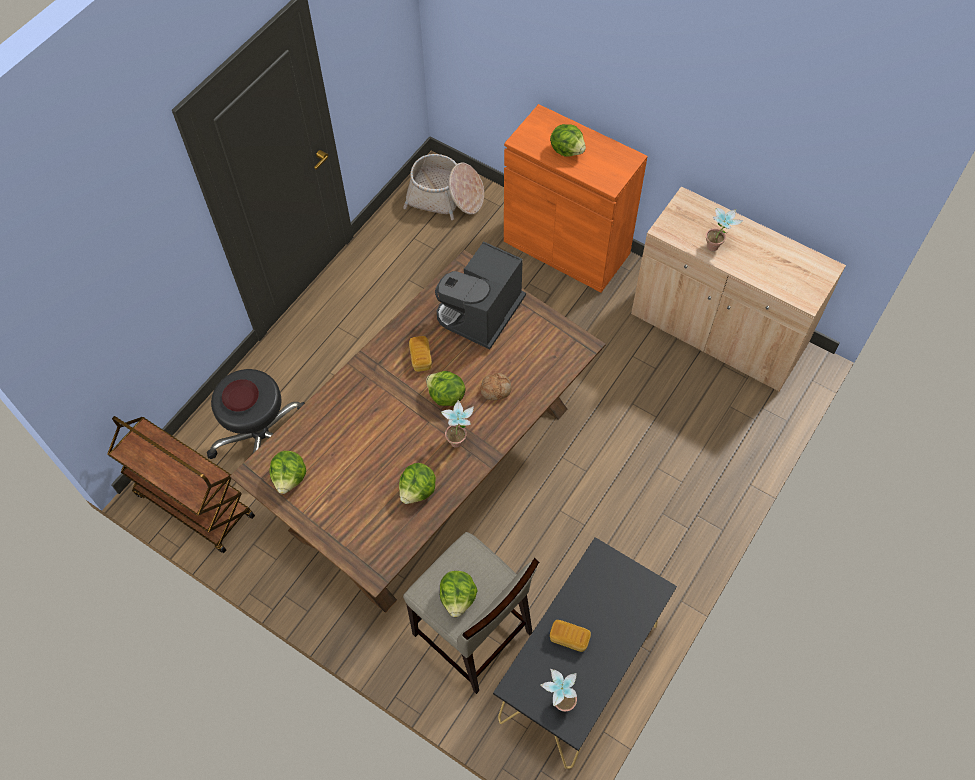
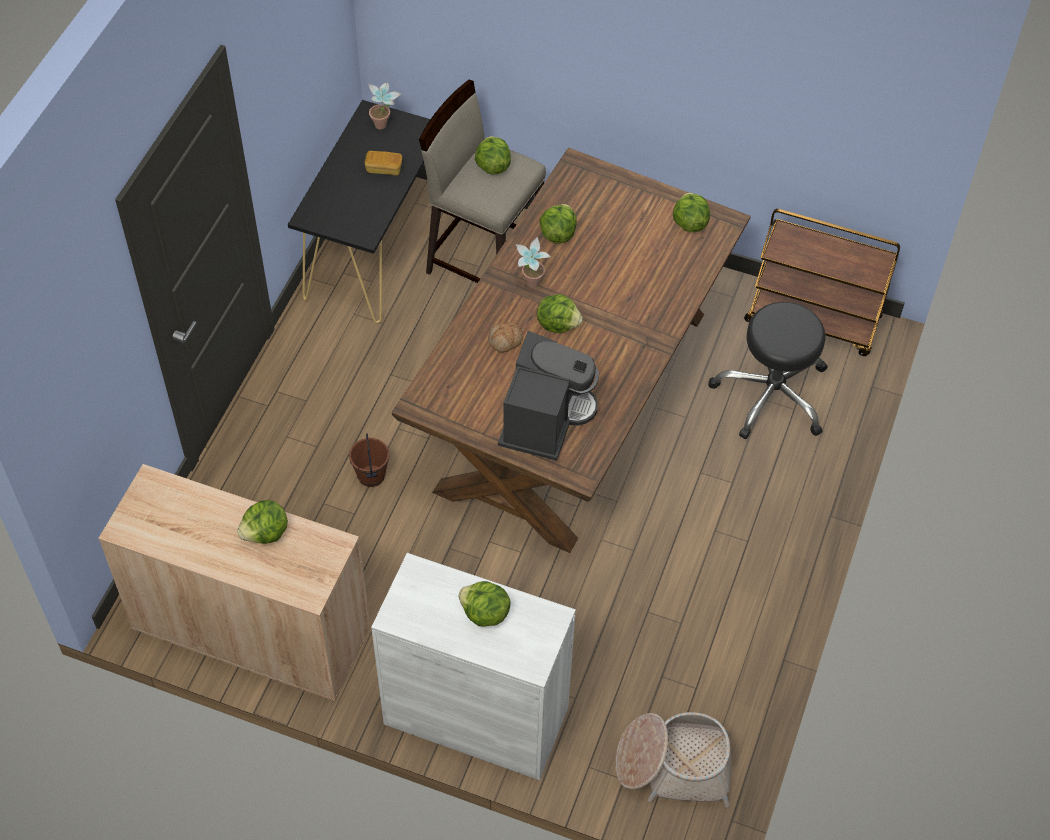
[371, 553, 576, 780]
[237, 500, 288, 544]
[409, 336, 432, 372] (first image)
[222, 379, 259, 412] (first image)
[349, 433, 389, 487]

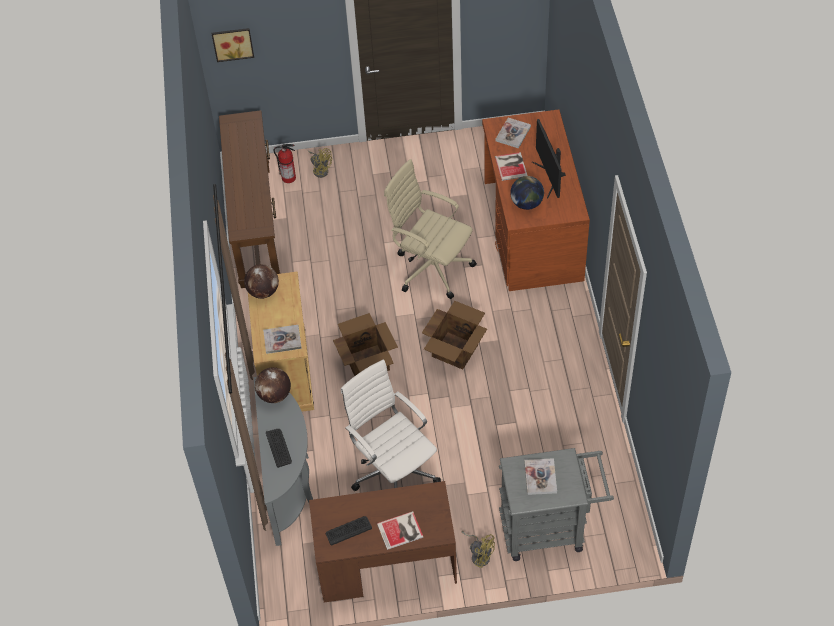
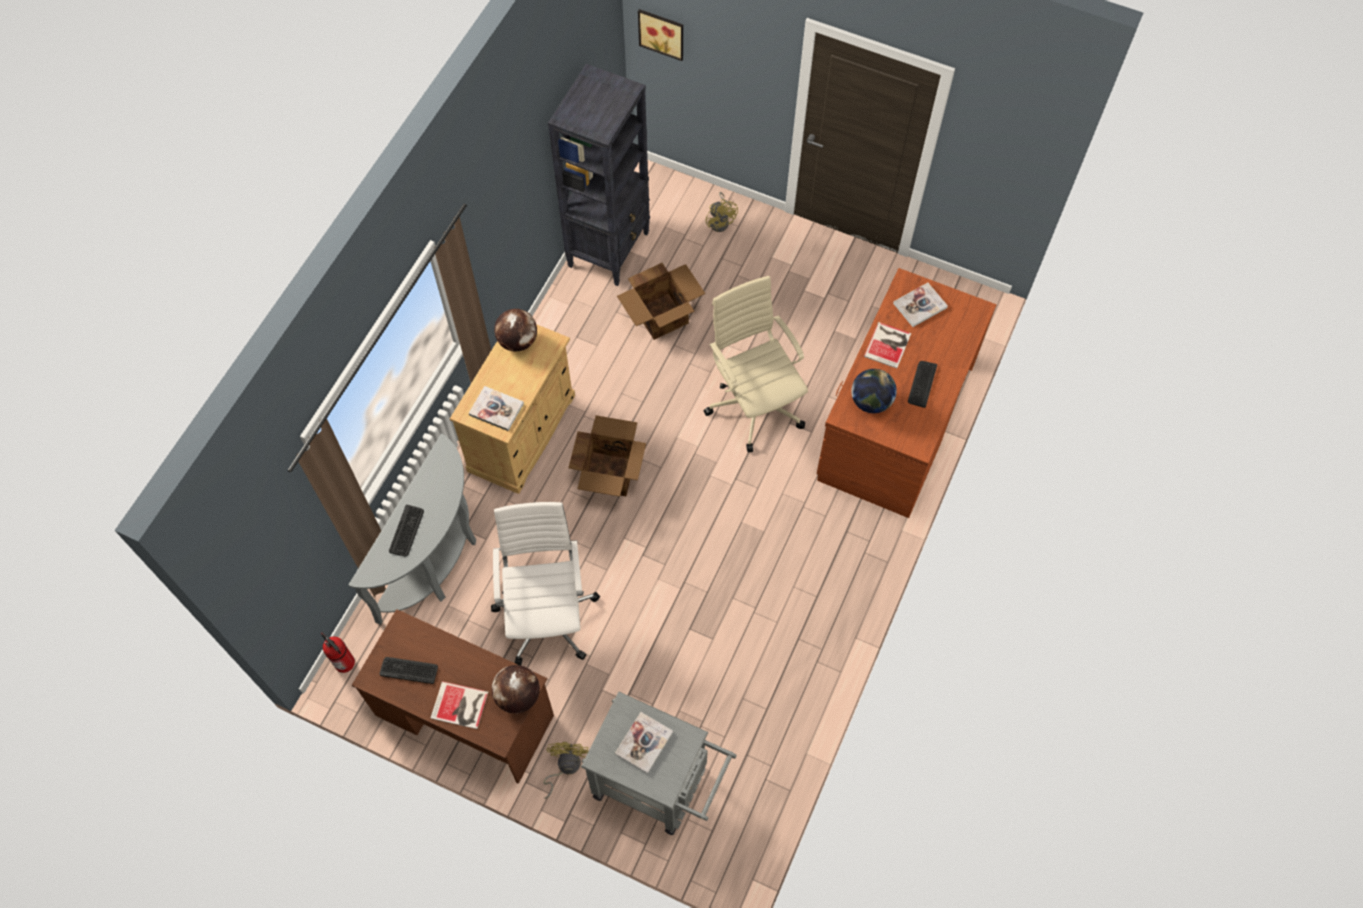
[548, 64, 650, 286]
[908, 361, 937, 408]
[321, 633, 355, 673]
[617, 263, 706, 340]
[492, 665, 540, 714]
[543, 742, 588, 799]

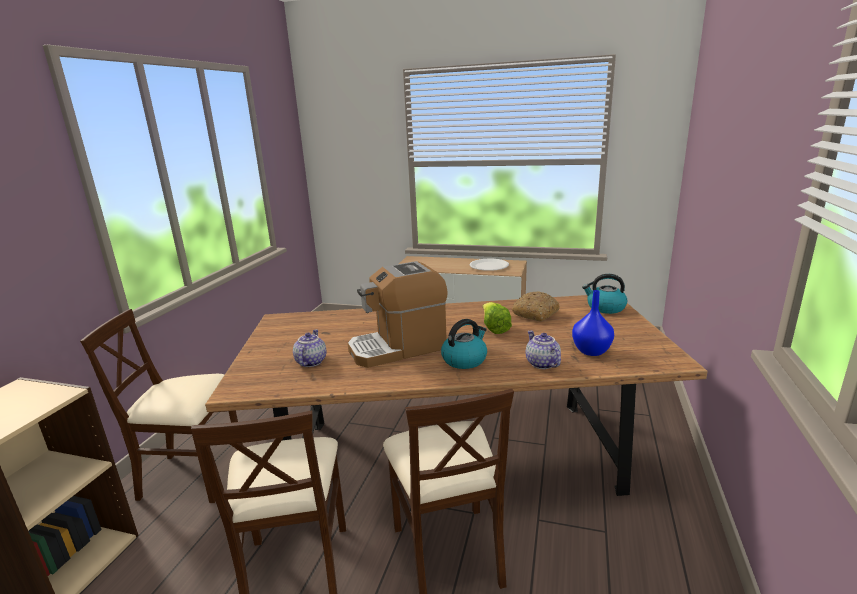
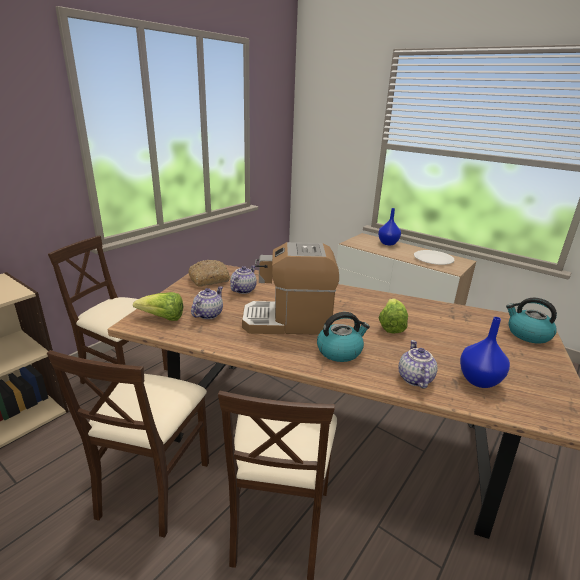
[189, 260, 230, 287]
[378, 208, 401, 245]
[230, 266, 257, 294]
[133, 292, 183, 321]

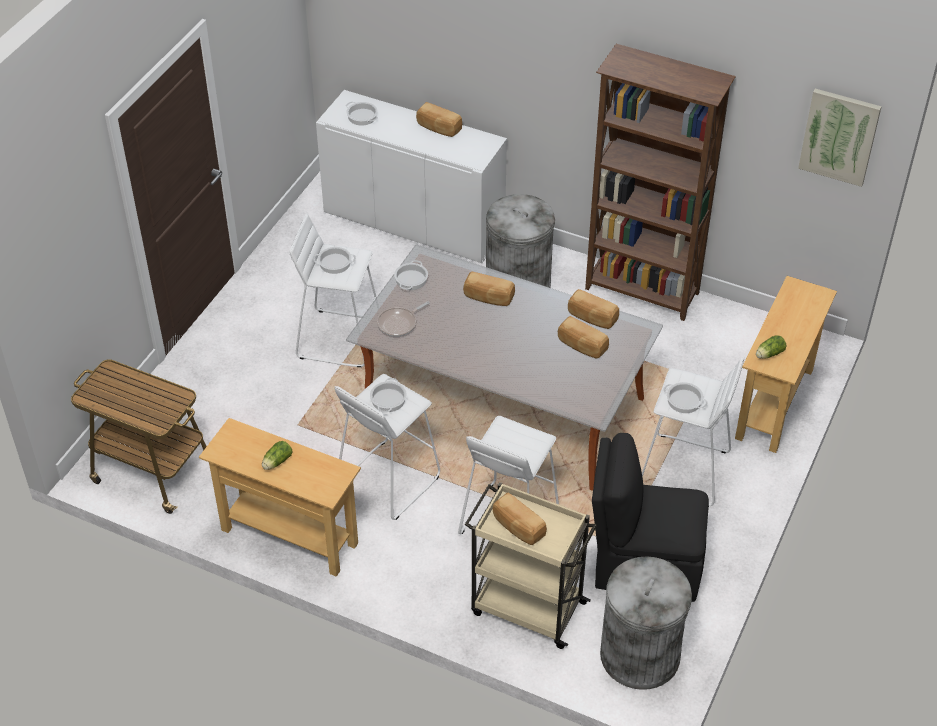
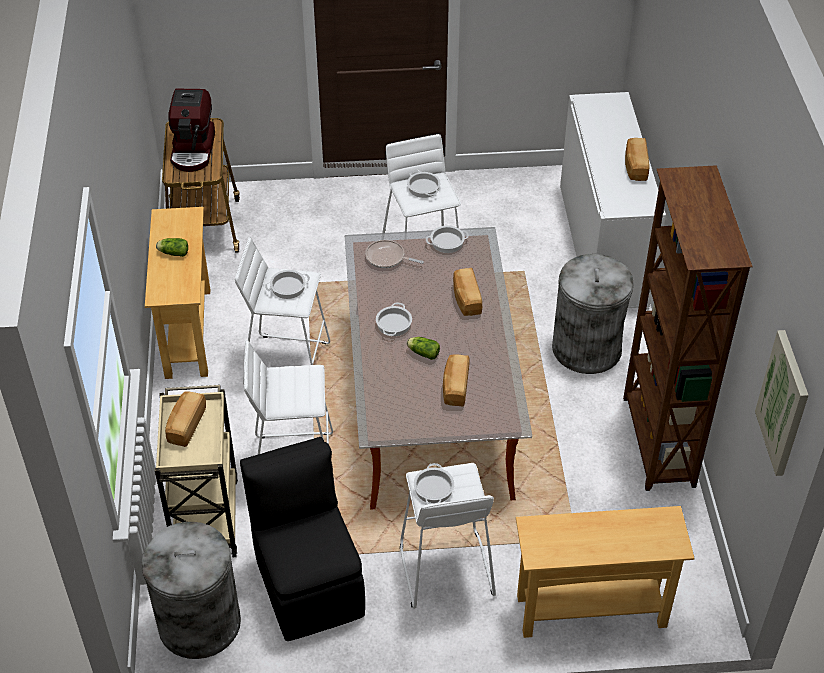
[376, 303, 412, 336]
[568, 289, 619, 329] (first image)
[407, 337, 440, 360]
[168, 89, 215, 172]

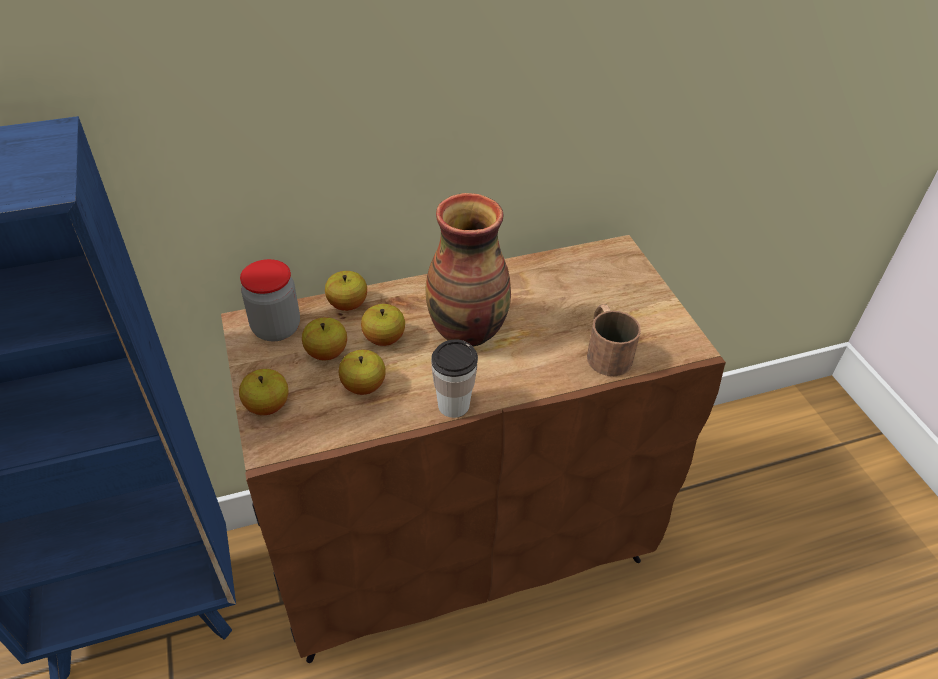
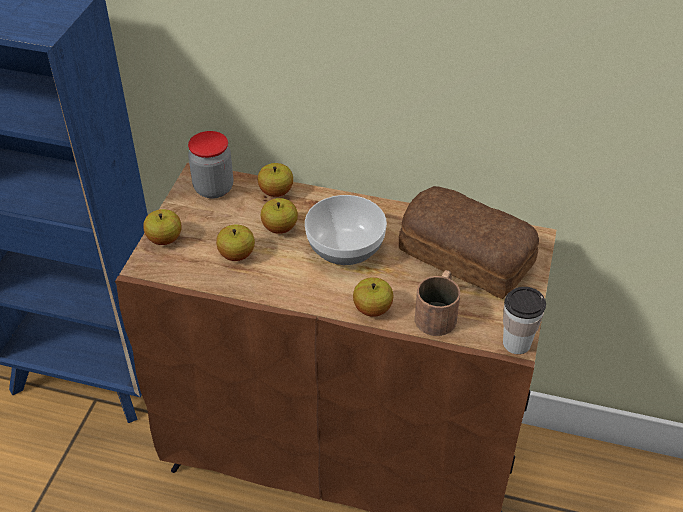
[305, 195, 387, 265]
[353, 277, 393, 317]
[503, 287, 546, 354]
[399, 186, 539, 299]

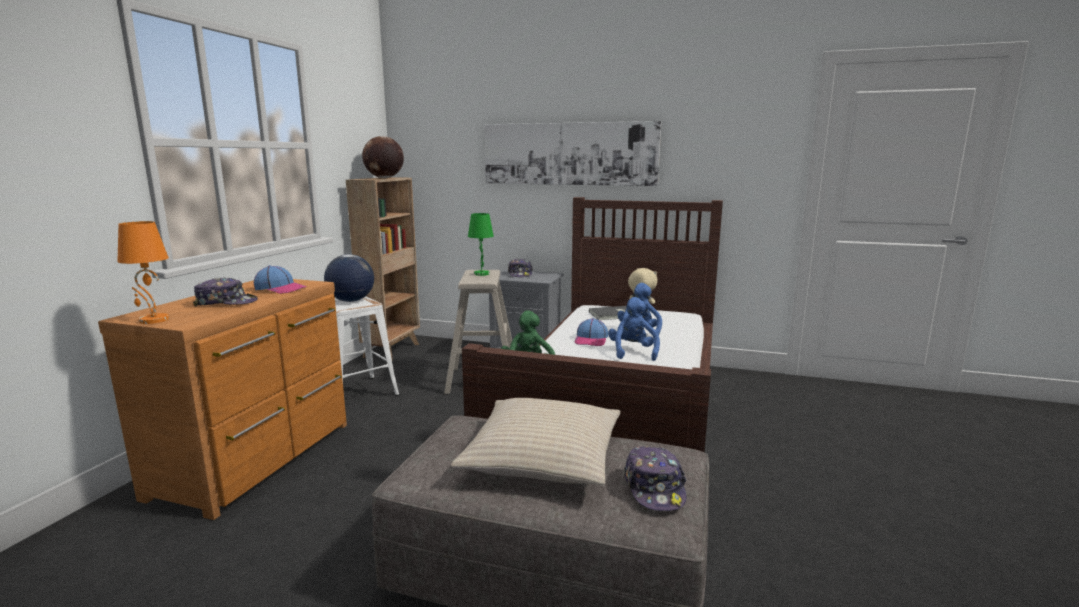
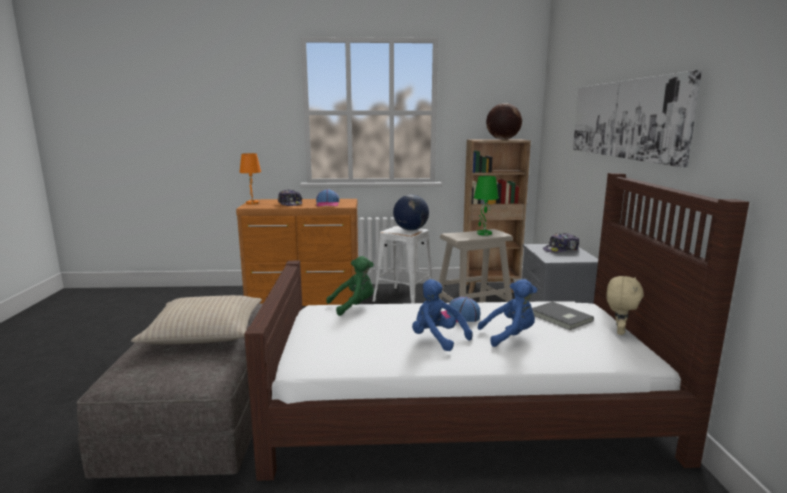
[412, 279, 473, 351]
[624, 446, 687, 511] (first image)

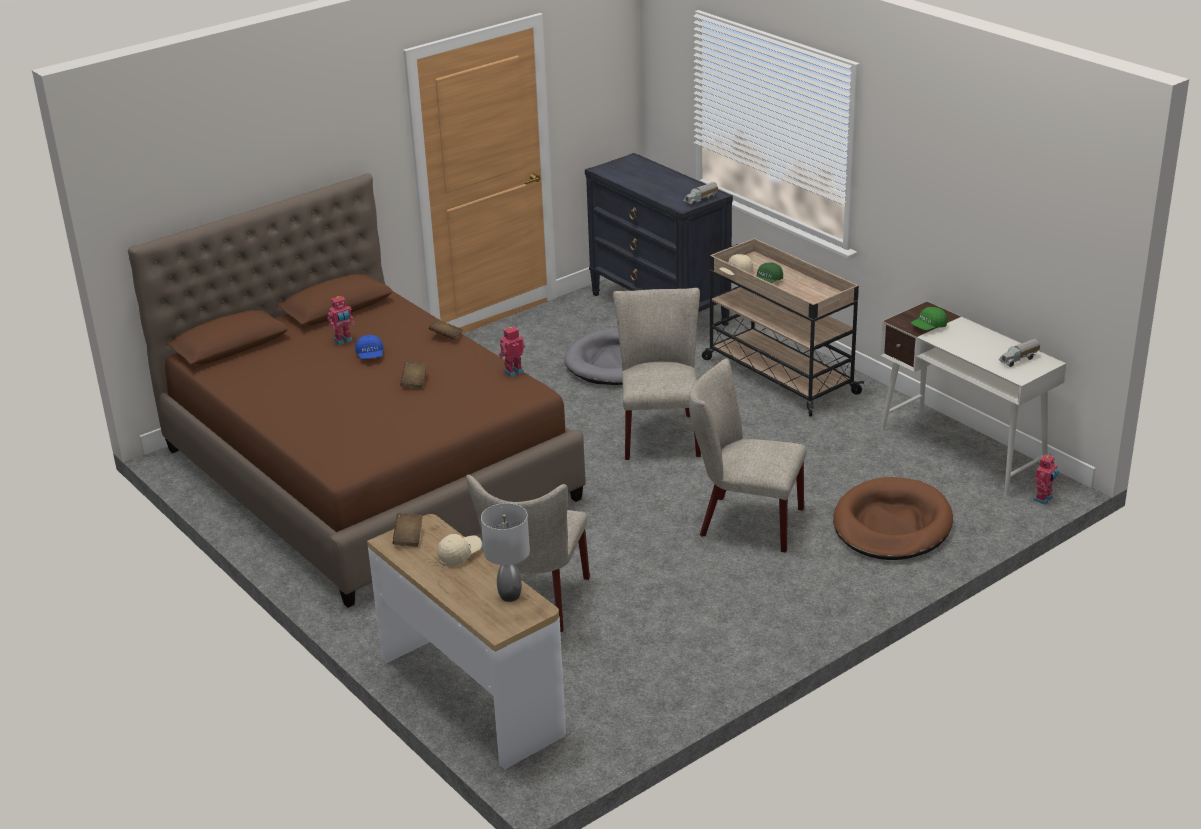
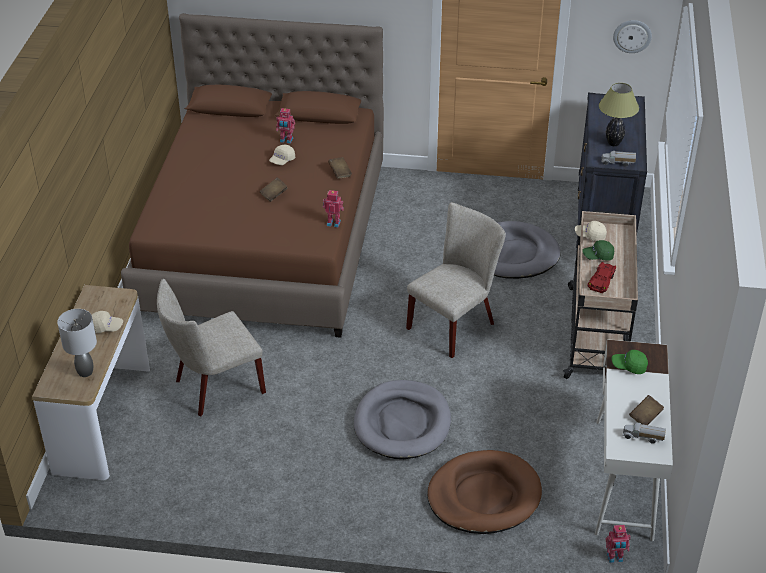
[269, 144, 295, 165]
[354, 380, 451, 459]
[629, 395, 664, 425]
[613, 20, 652, 53]
[599, 83, 639, 146]
[587, 262, 616, 293]

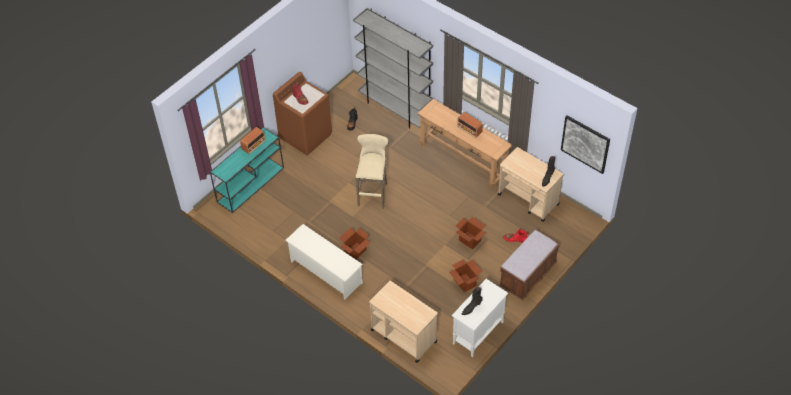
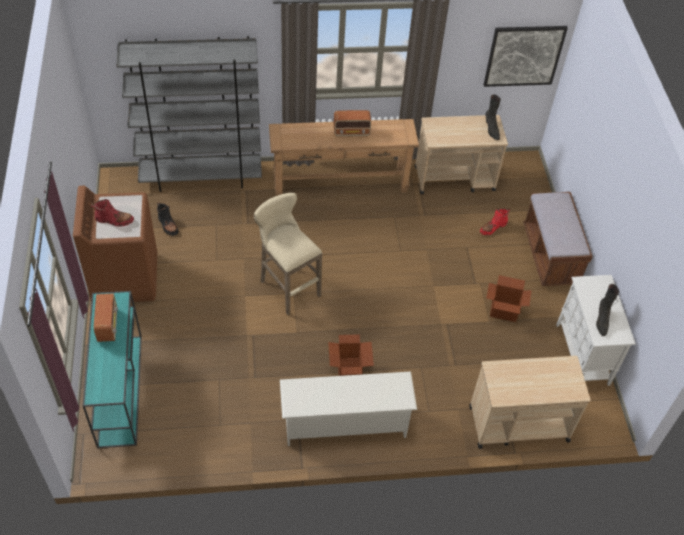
[455, 217, 486, 249] (first image)

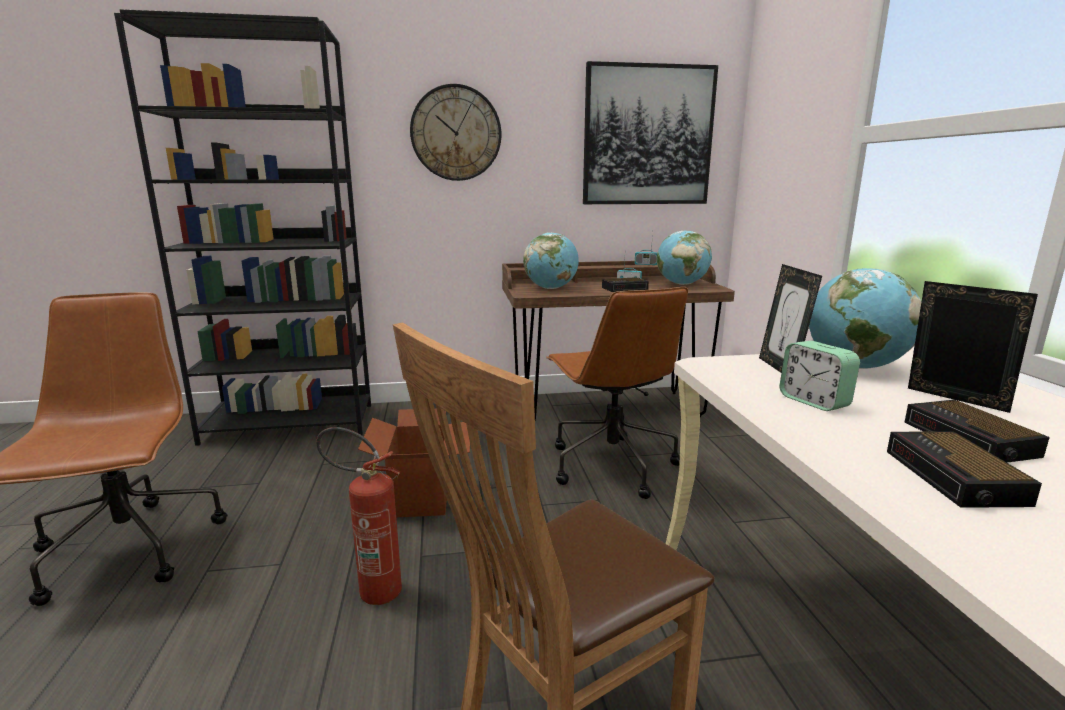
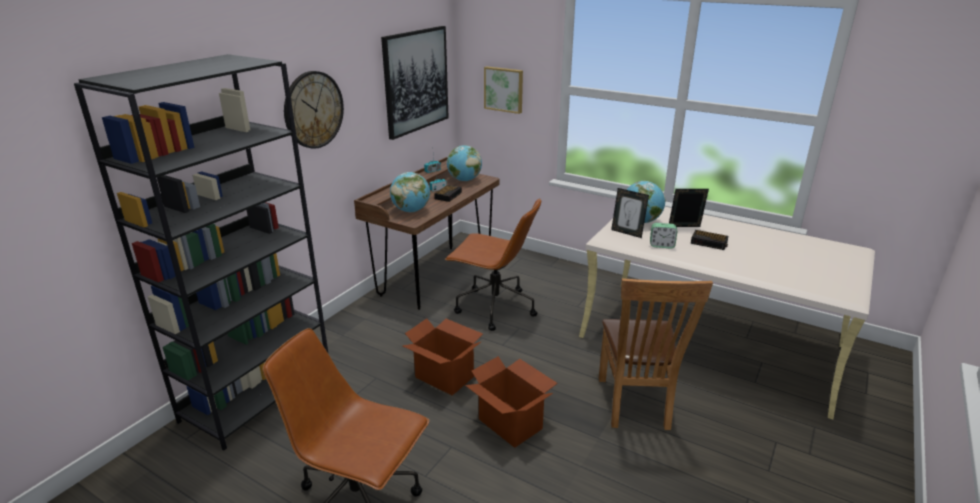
[465, 356, 557, 448]
[887, 431, 1042, 508] (first image)
[484, 66, 523, 114]

